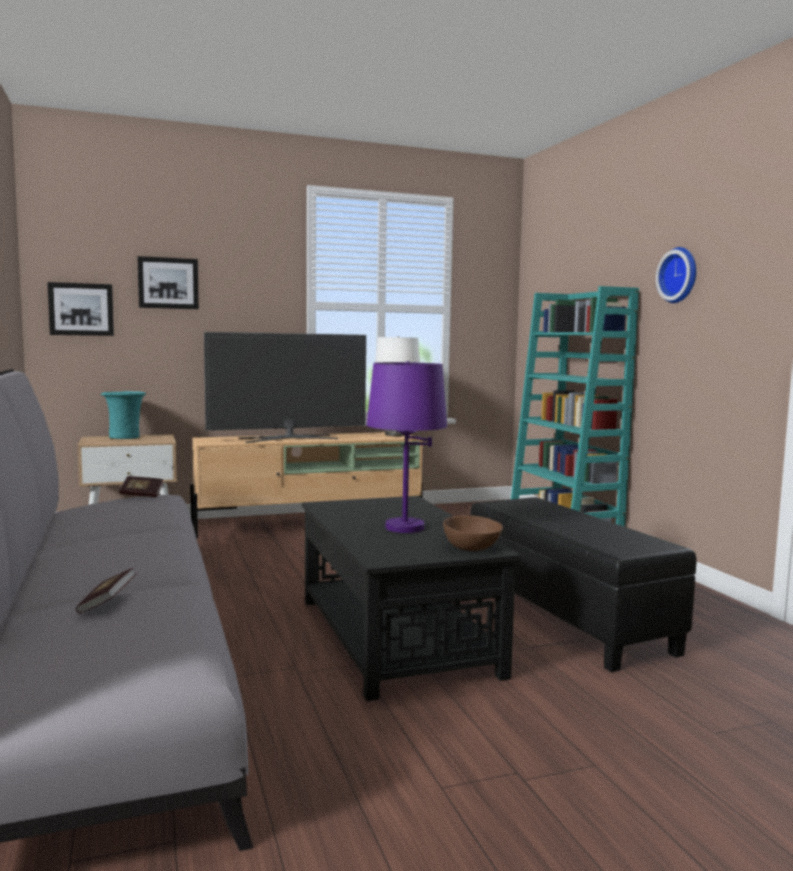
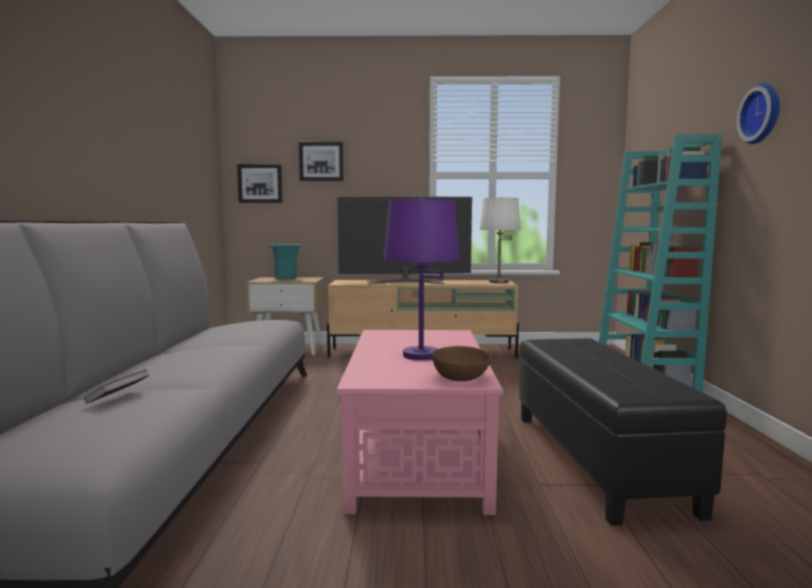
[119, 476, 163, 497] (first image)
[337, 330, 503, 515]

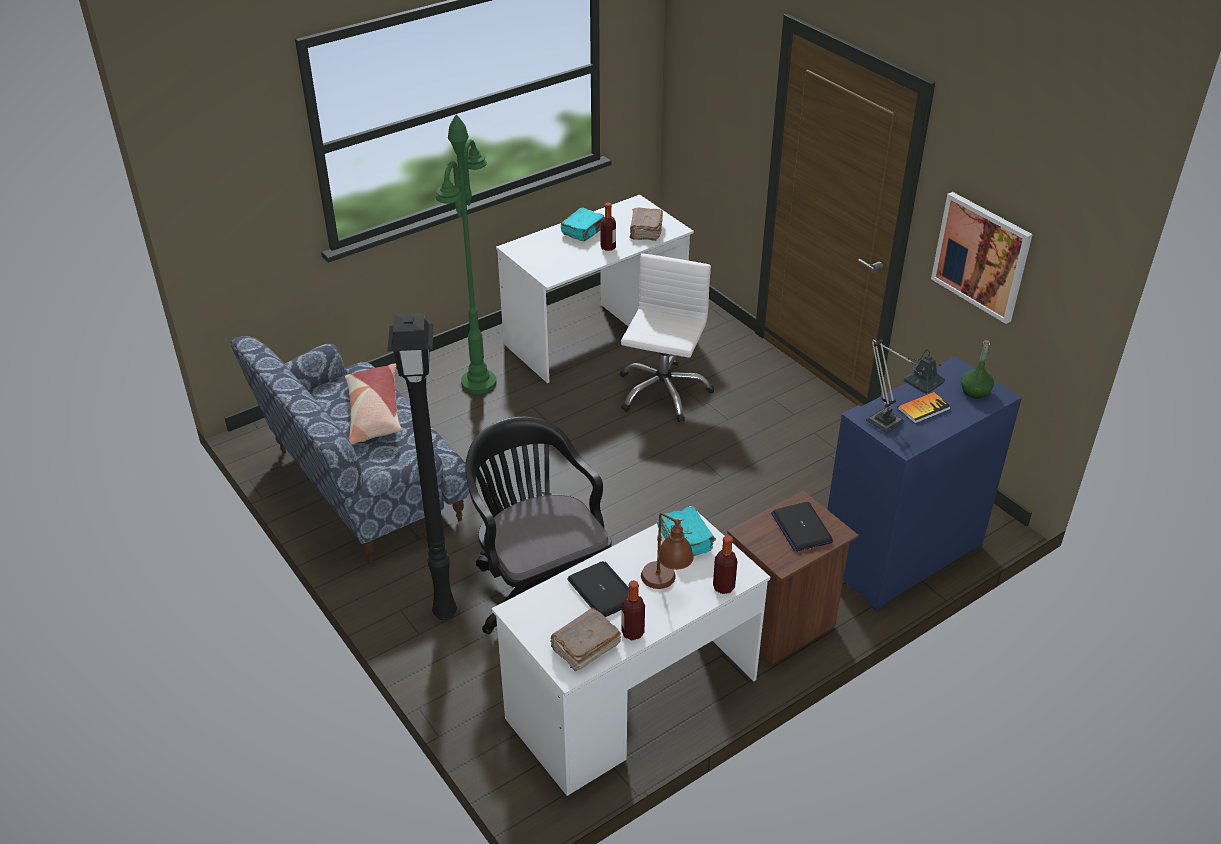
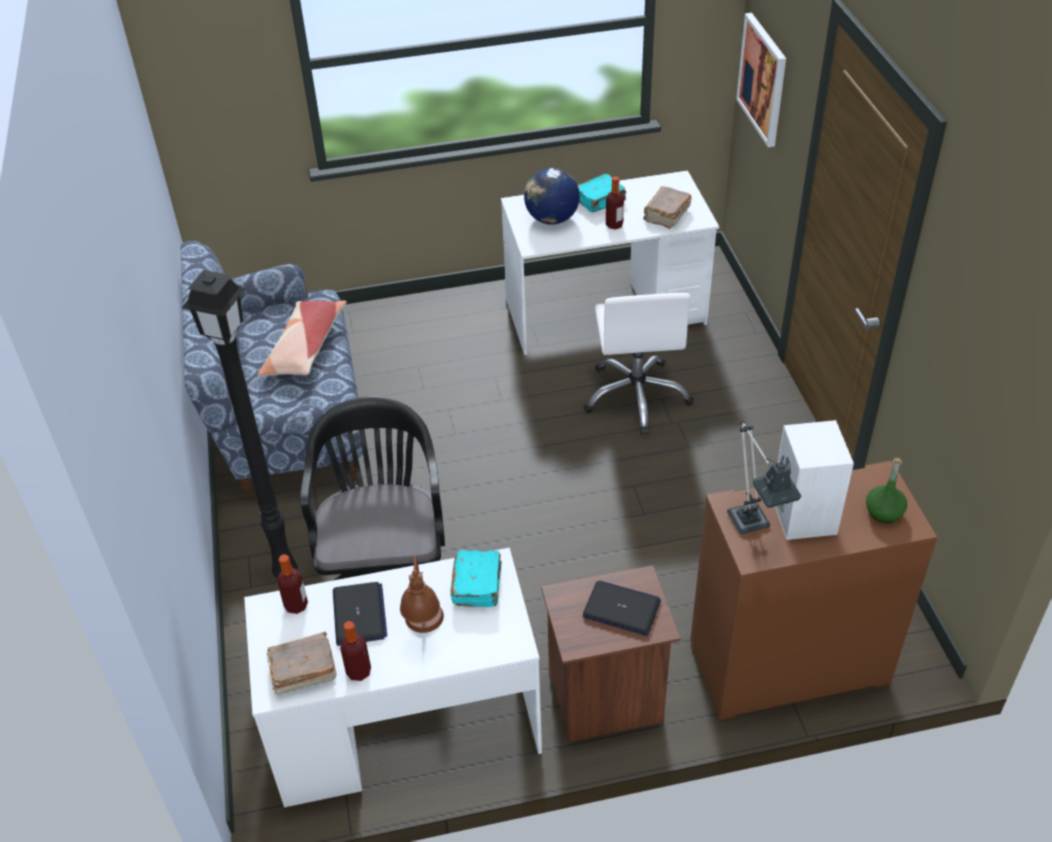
[436, 114, 496, 394] (first image)
[736, 13, 786, 147]
[583, 293, 694, 435]
[690, 461, 937, 721]
[775, 420, 854, 540]
[583, 580, 661, 636]
[277, 554, 308, 614]
[524, 168, 580, 225]

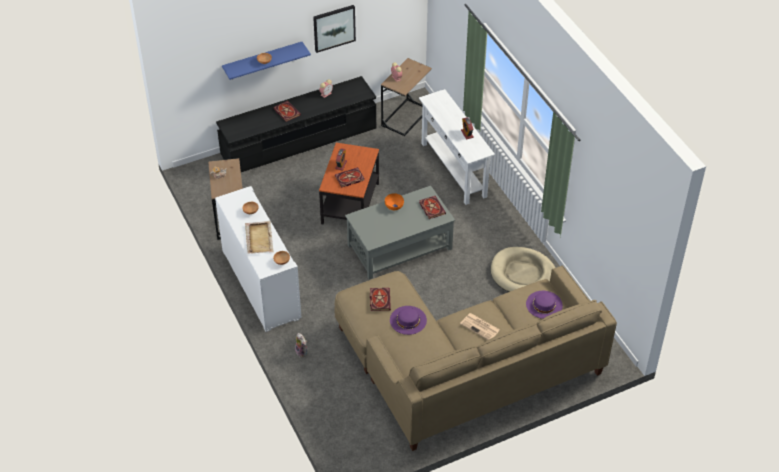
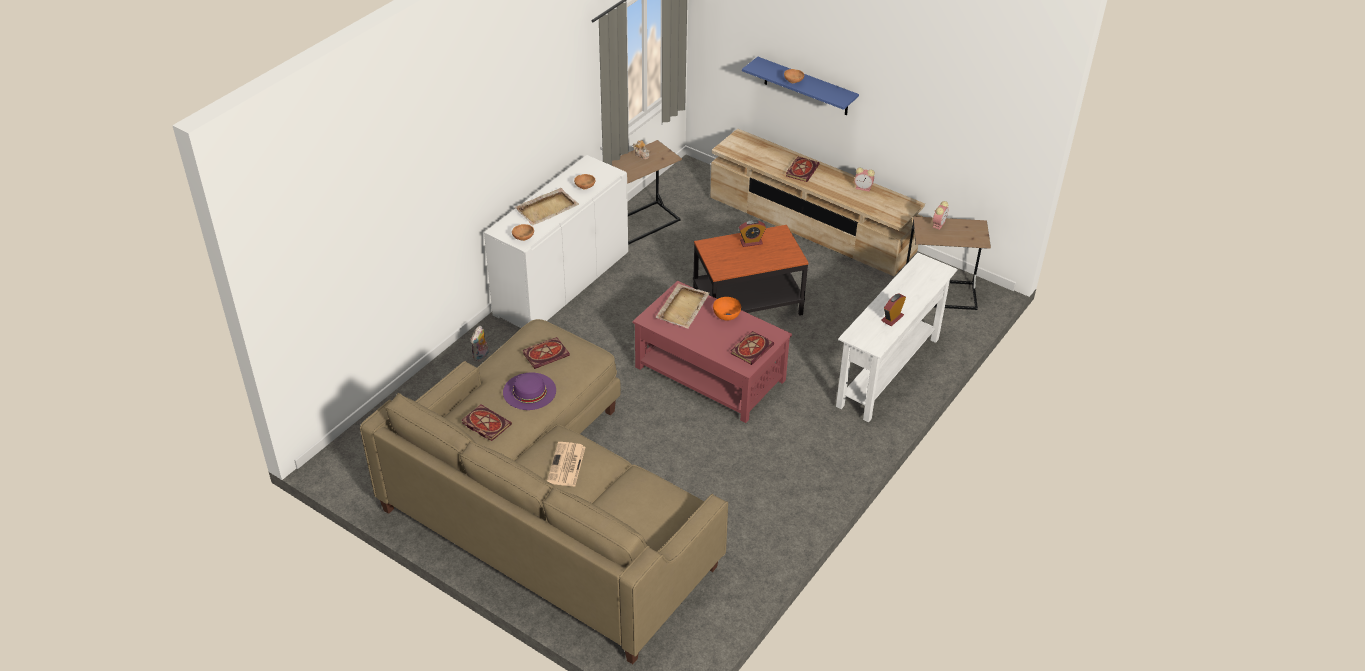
[313, 5, 356, 53] (first image)
[710, 128, 925, 276]
[462, 405, 512, 441]
[633, 281, 792, 423]
[491, 247, 556, 292] (first image)
[526, 291, 563, 319] (first image)
[656, 284, 710, 329]

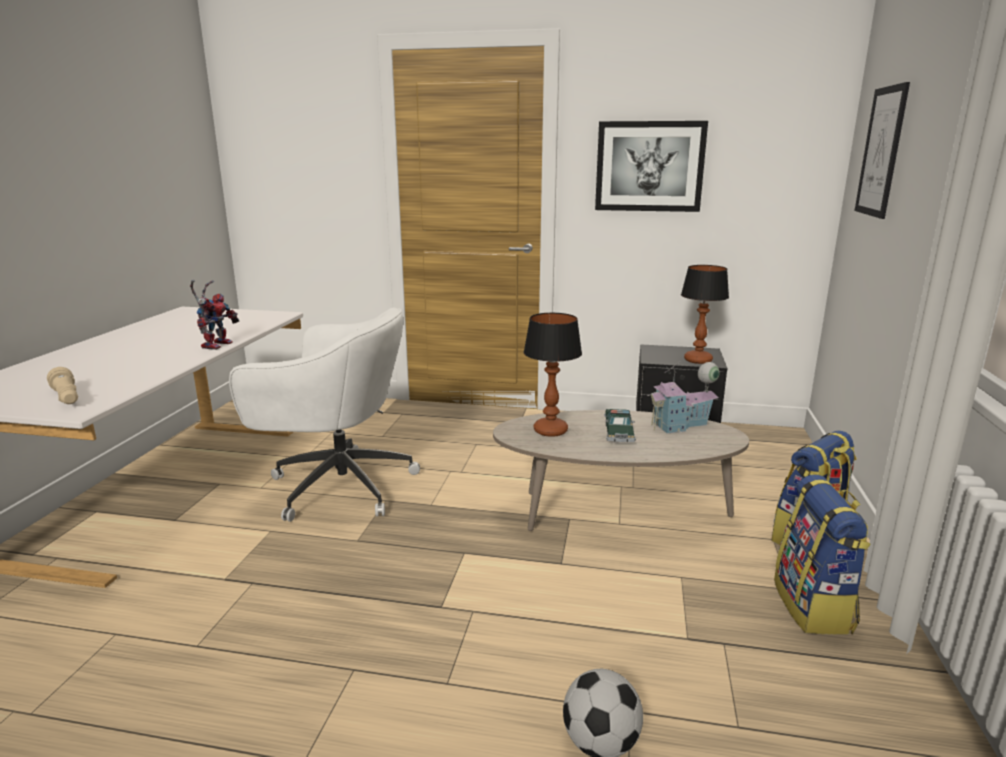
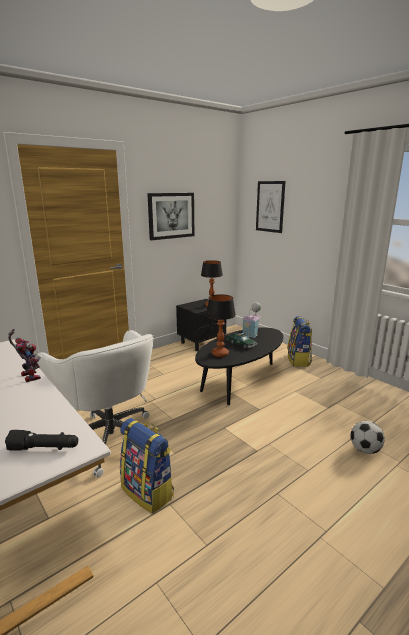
[36, 330, 154, 478]
[5, 430, 78, 451]
[195, 327, 283, 405]
[120, 418, 174, 513]

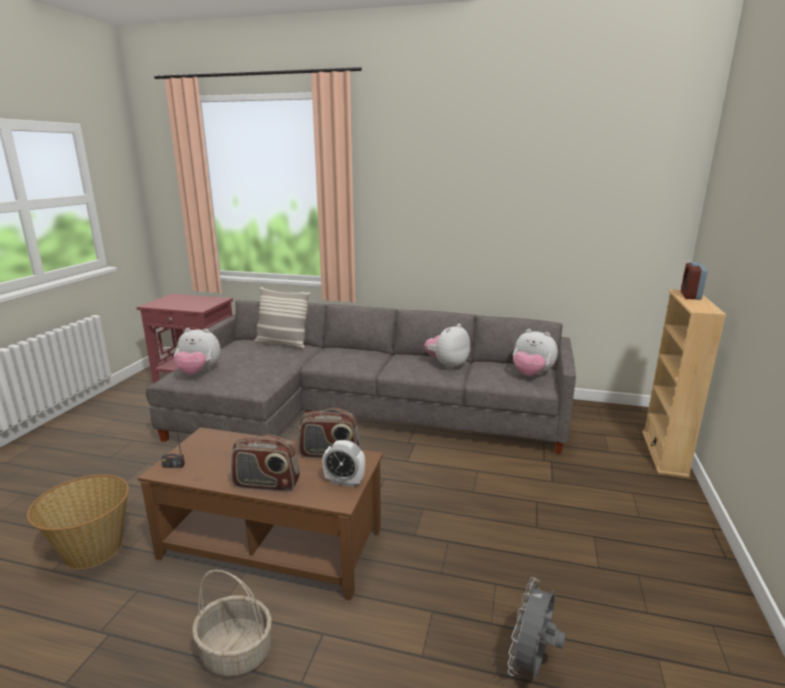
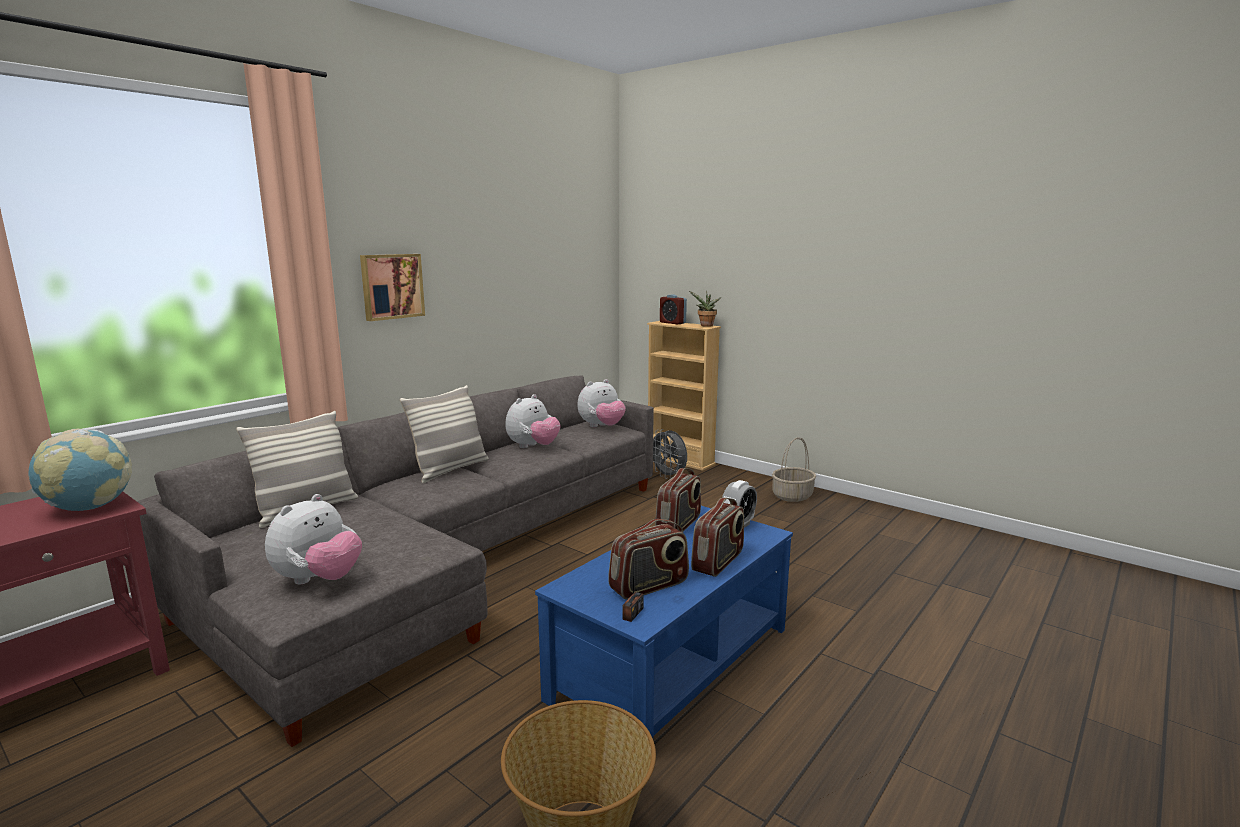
[506, 394, 561, 448]
[535, 506, 793, 738]
[772, 437, 816, 502]
[653, 429, 687, 479]
[360, 254, 425, 321]
[689, 291, 721, 327]
[400, 385, 489, 483]
[28, 429, 132, 511]
[608, 519, 689, 600]

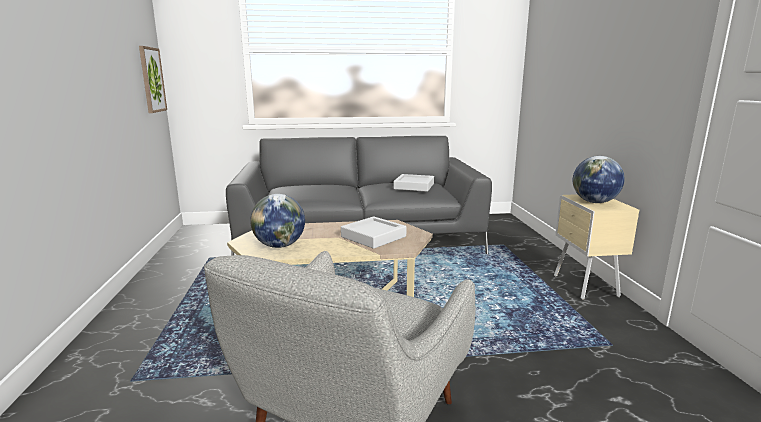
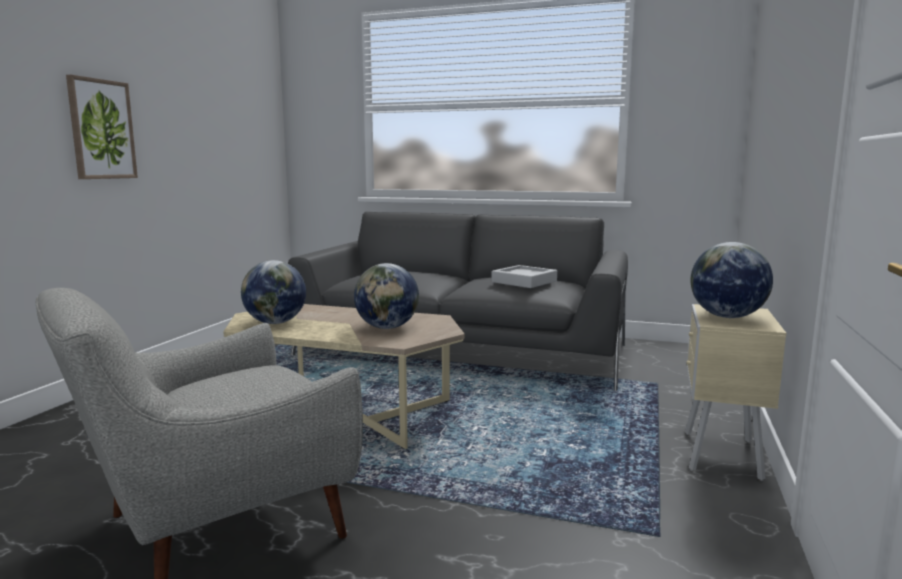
[66, 75, 138, 179]
[354, 263, 419, 329]

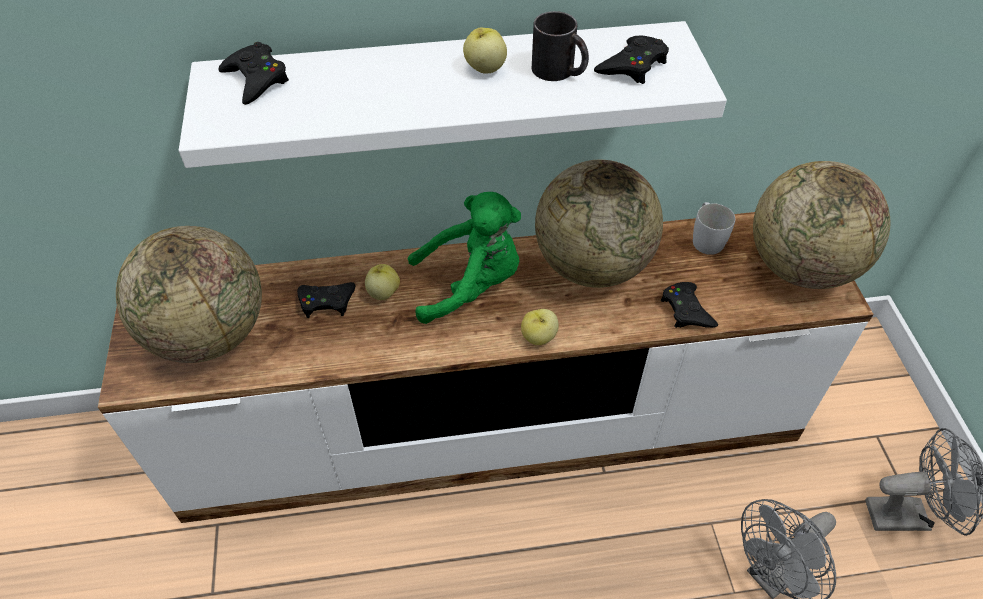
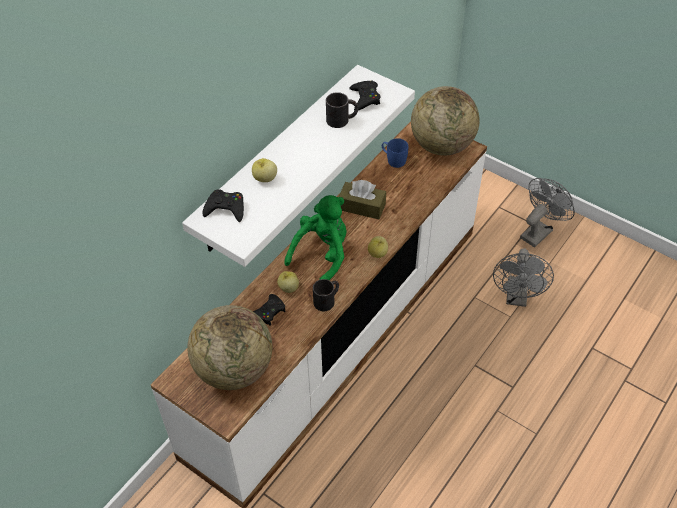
[252, 158, 277, 182]
[339, 180, 386, 219]
[382, 138, 408, 168]
[661, 282, 718, 328] (first image)
[313, 279, 339, 311]

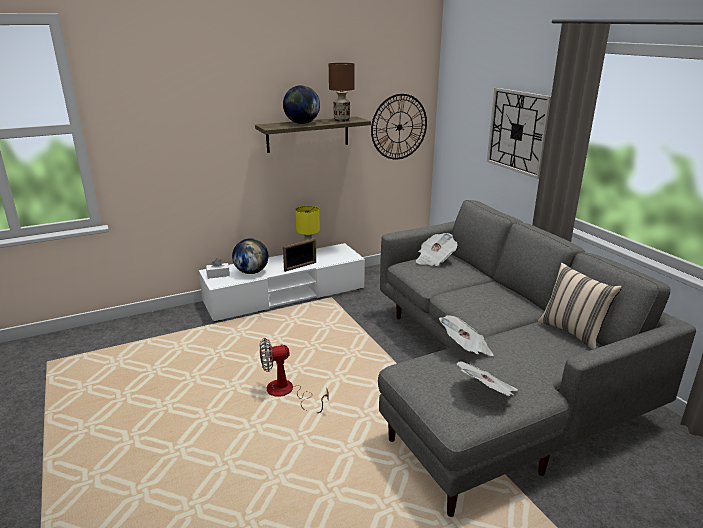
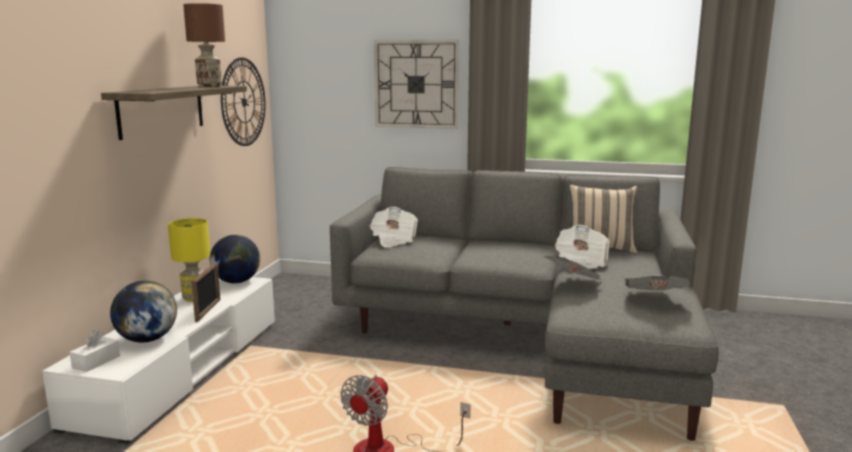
[210, 235, 260, 283]
[555, 225, 610, 269]

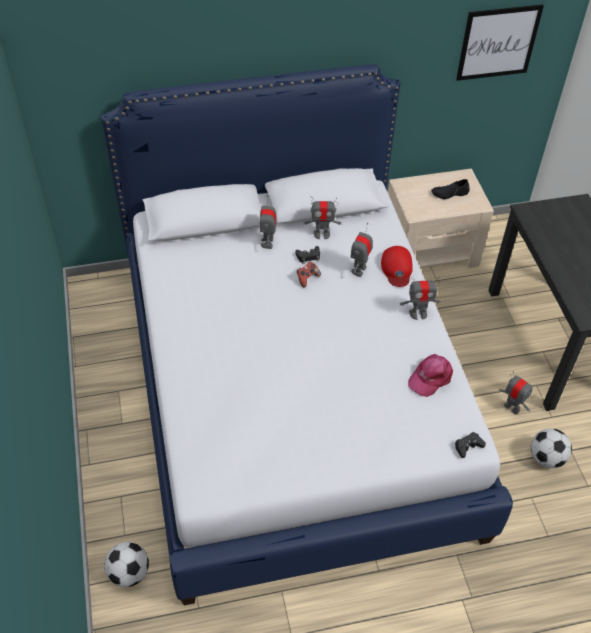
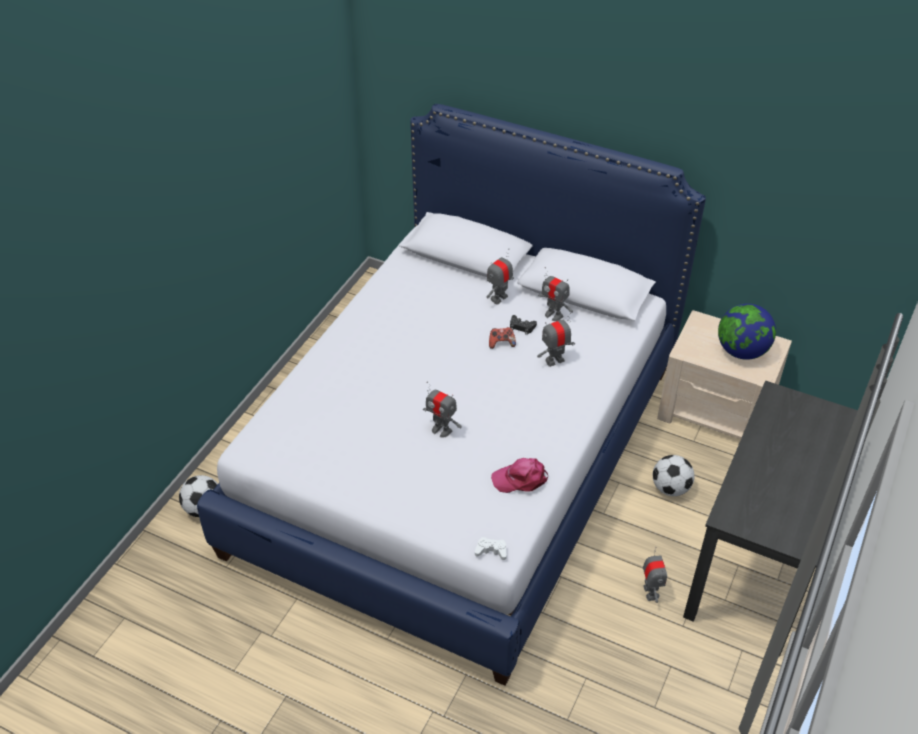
[456, 4, 544, 81] (first image)
[718, 303, 776, 360]
[381, 246, 413, 287] (first image)
[423, 381, 462, 438]
[653, 455, 694, 496]
[475, 537, 507, 560]

